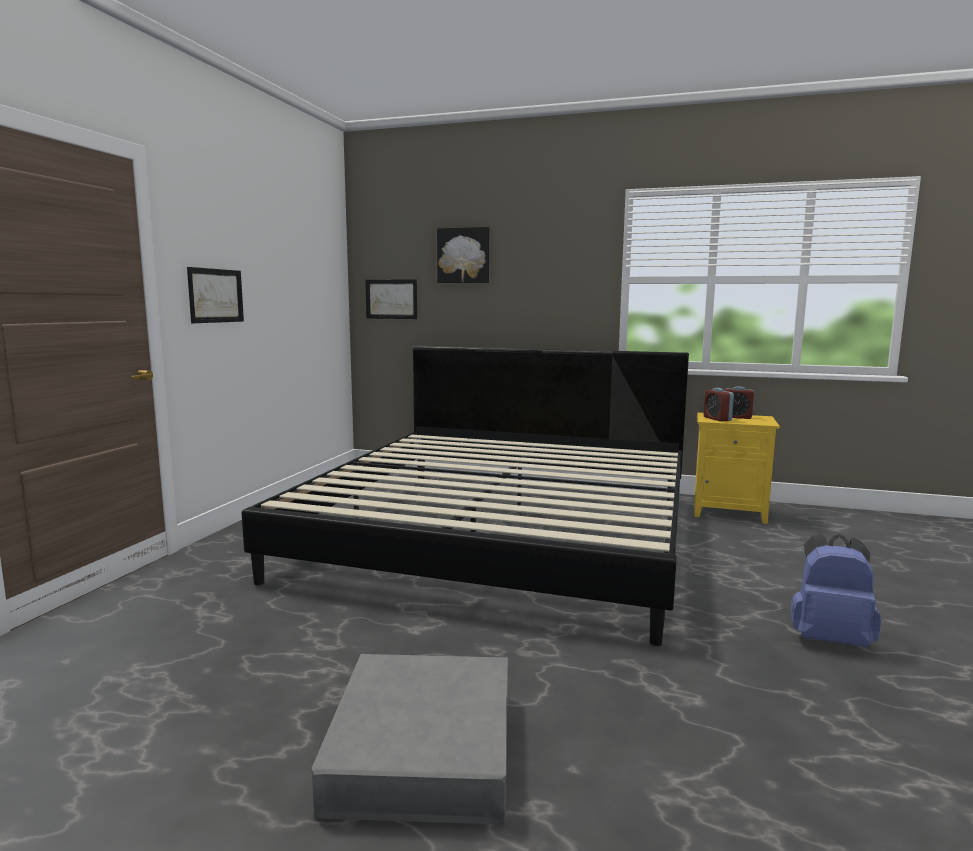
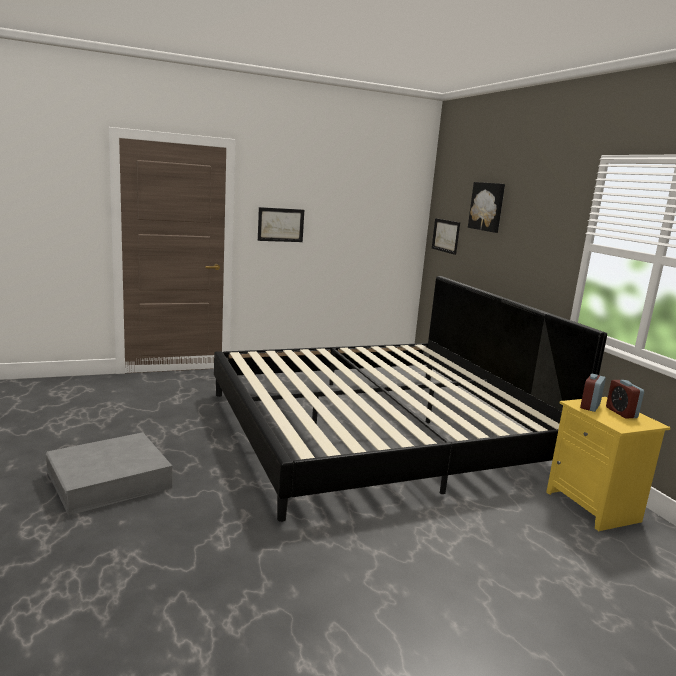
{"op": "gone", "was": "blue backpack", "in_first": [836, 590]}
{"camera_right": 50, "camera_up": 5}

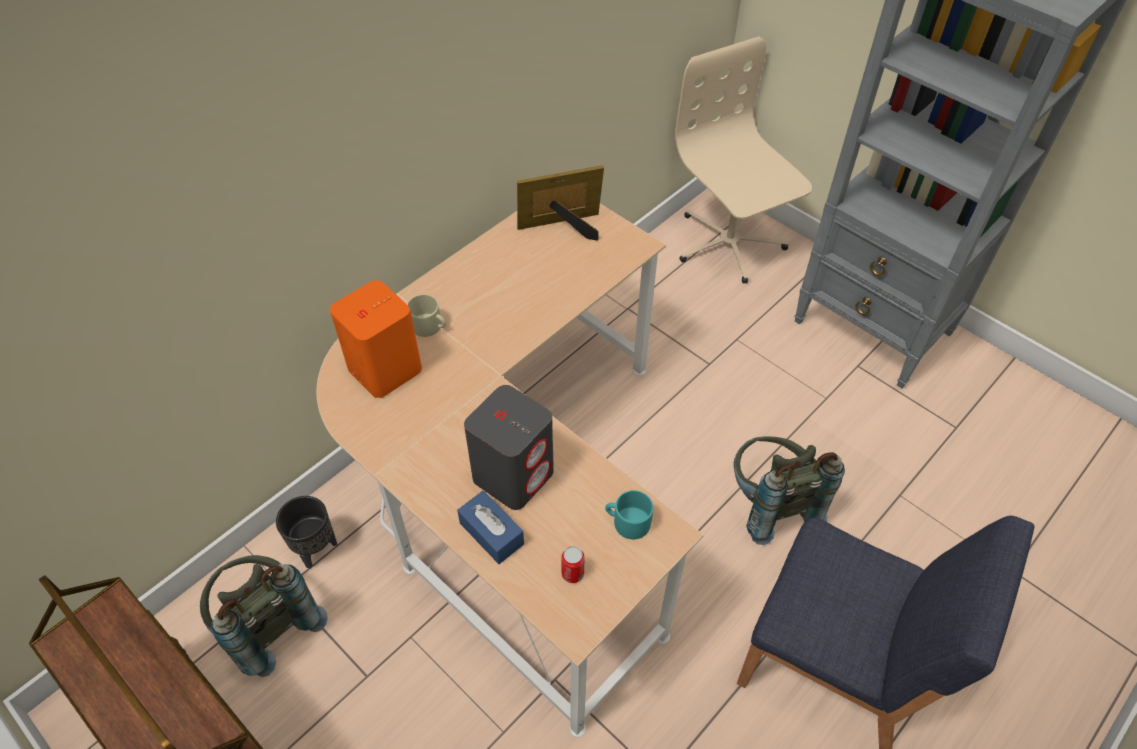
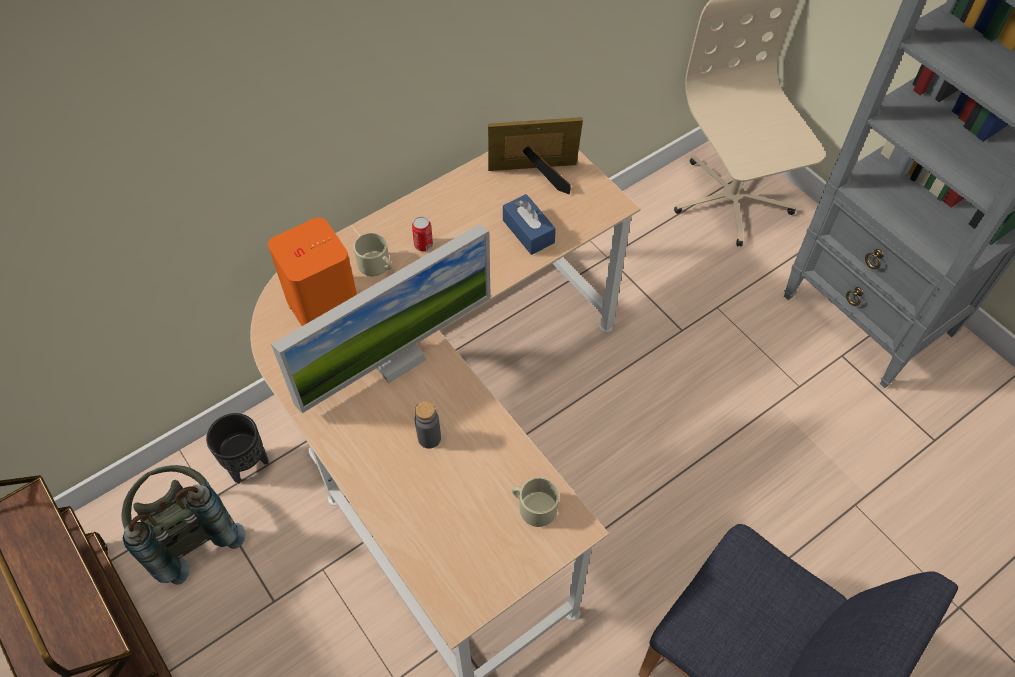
{"op": "swapped", "was": "grey speaker", "now": "grey bottle", "in_first": [509, 447], "in_second": [428, 425]}
{"op": "gone", "was": "grey backpack", "in_first": [789, 490]}
{"op": "repainted", "was": "turquoise mug", "now": "beige mug", "in_first": [629, 515], "in_second": [535, 502]}
{"op": "shifted", "was": "blue tissue box", "in_first": [490, 527], "in_second": [529, 224]}
{"op": "shifted", "was": "can", "in_first": [573, 564], "in_second": [422, 233]}
{"op": "new", "now": "monitor", "in_second": [381, 318]}
{"camera_right": 10, "camera_up": 5}

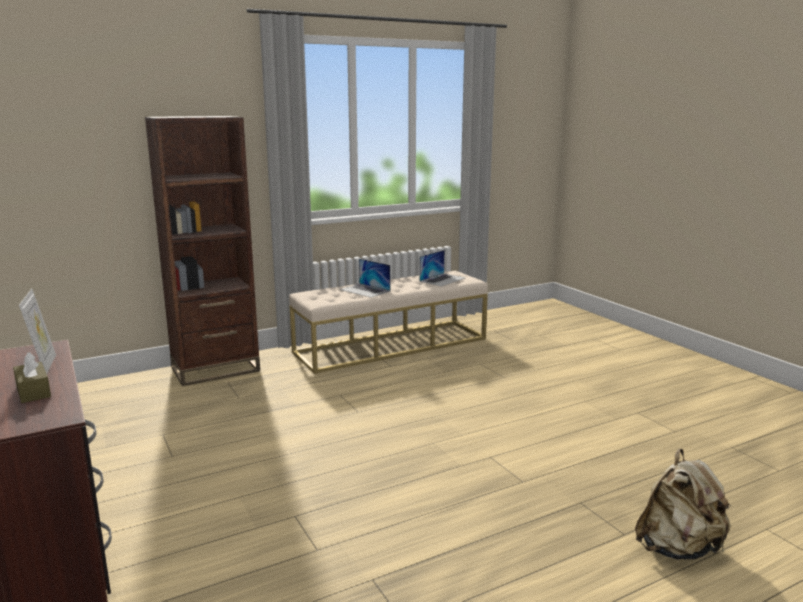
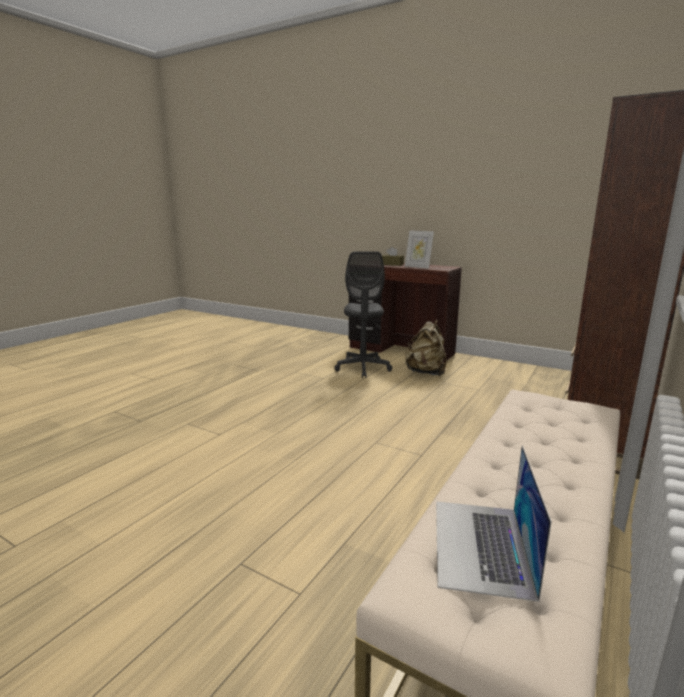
{"op": "gone", "was": "laptop", "in_first": [365, 278]}
{"op": "shifted", "was": "beige backpack", "in_first": [683, 504], "in_second": [426, 348]}
{"op": "new", "now": "grey office chair", "in_second": [363, 315]}
{"camera_right": 150, "camera_up": 0}

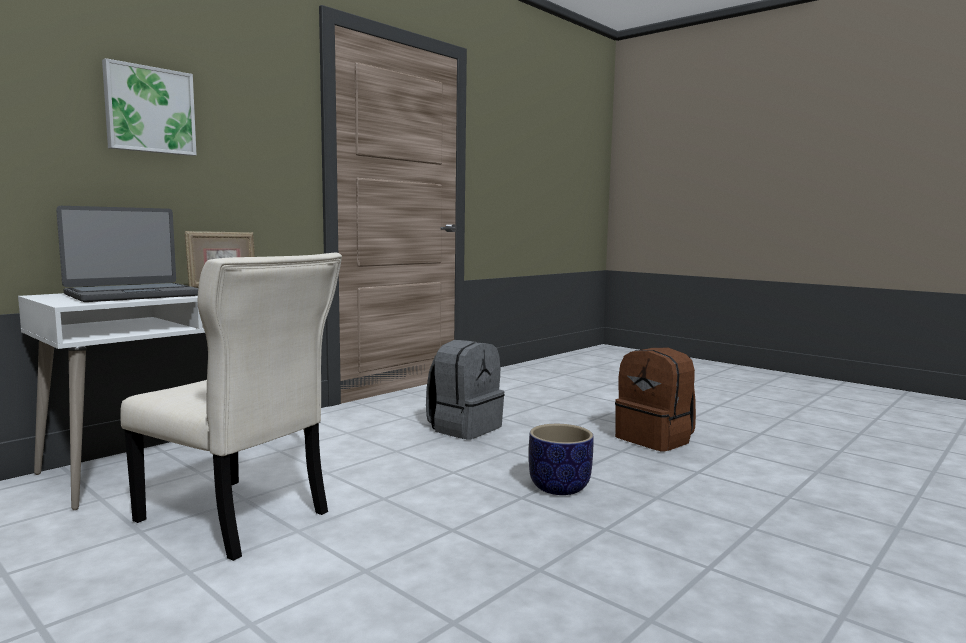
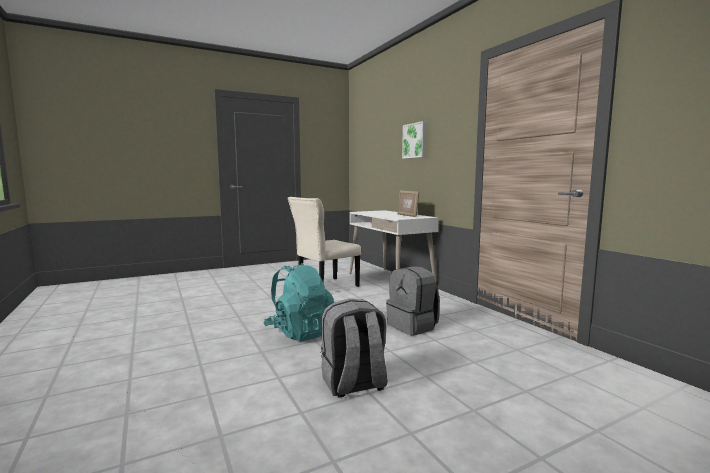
{"op": "gone", "was": "laptop", "in_first": [127, 254]}
{"op": "repainted", "was": "brown backpack", "now": "grey backpack", "in_first": [655, 399], "in_second": [354, 348]}
{"op": "swapped", "was": "planter", "now": "turquoise backpack", "in_first": [561, 459], "in_second": [298, 302]}
{"camera_right": 110, "camera_up": 0}

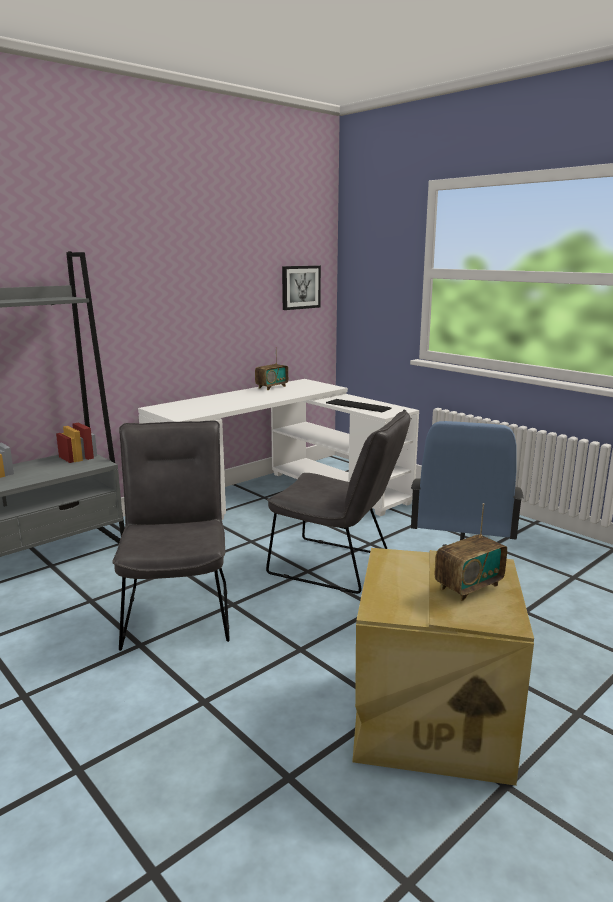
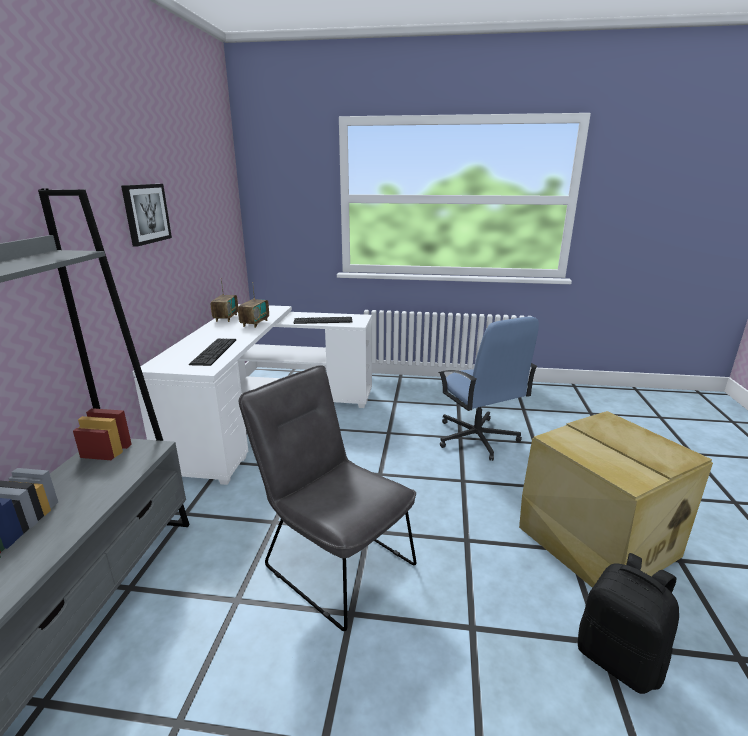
{"op": "shifted", "was": "picture", "in_first": [301, 288], "in_second": [146, 215]}
{"op": "gone", "was": "grey chair", "in_first": [338, 502]}
{"op": "shifted", "was": "radio", "in_first": [471, 552], "in_second": [253, 305]}
{"op": "new", "now": "keyboard", "in_second": [212, 352]}
{"op": "new", "now": "black backpack", "in_second": [628, 623]}
{"camera_right": -40, "camera_up": 5}

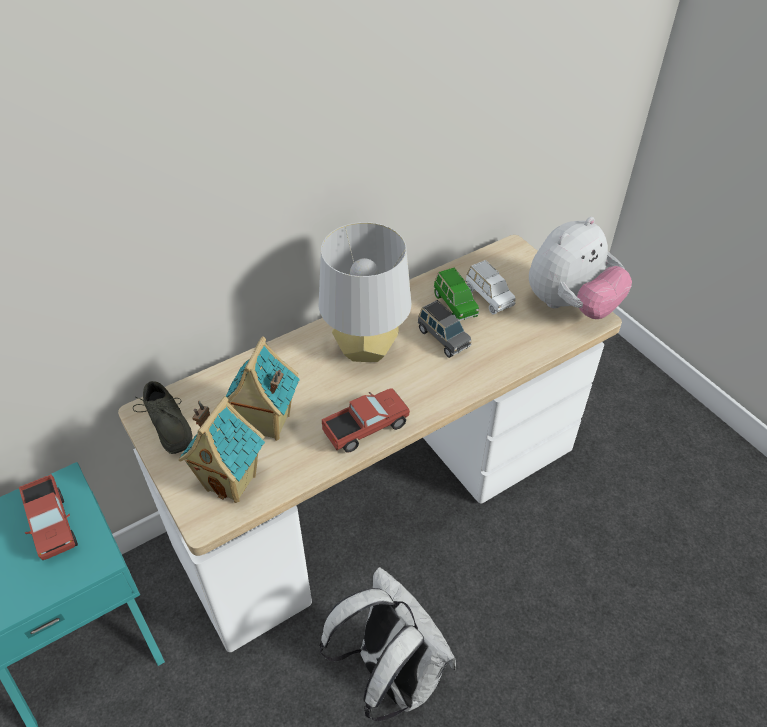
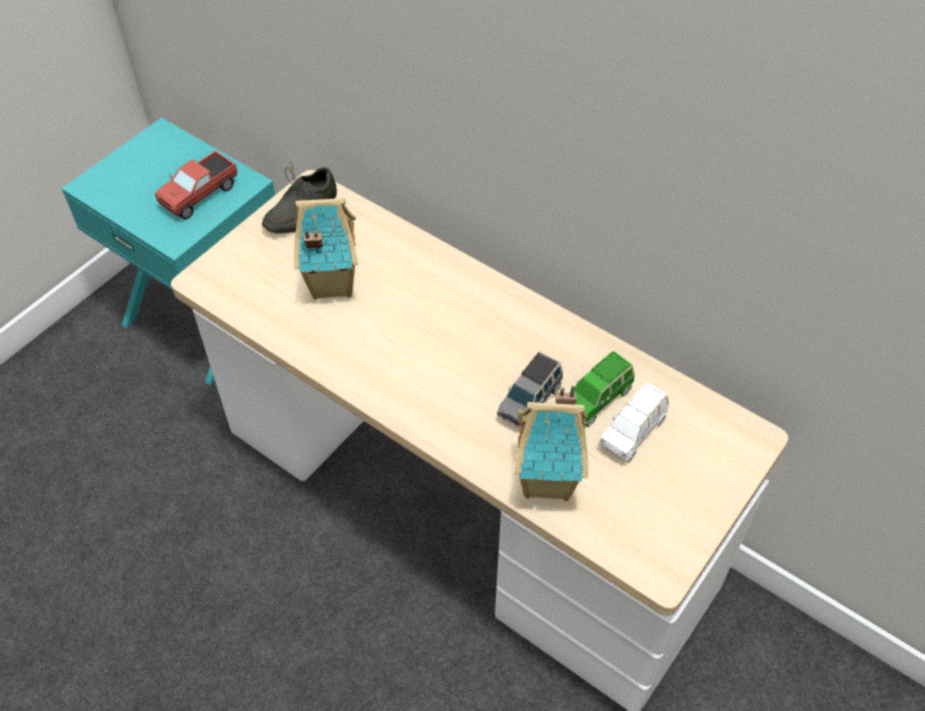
{"op": "gone", "was": "plush toy", "in_first": [580, 268]}
{"op": "gone", "was": "grey table lamp", "in_first": [365, 292]}
{"op": "gone", "was": "toy truck", "in_first": [366, 421]}
{"op": "shifted", "was": "toy house", "in_first": [222, 449], "in_second": [551, 443]}
{"op": "gone", "was": "white backpack", "in_first": [387, 644]}
{"camera_right": 70, "camera_up": 5}

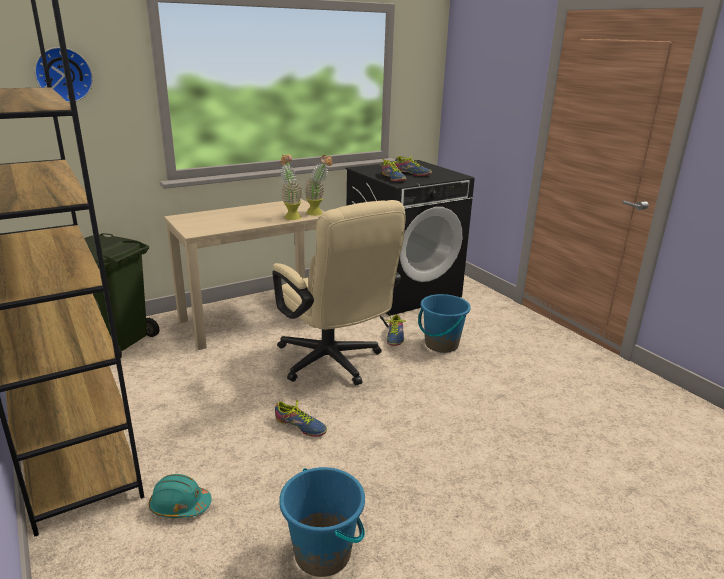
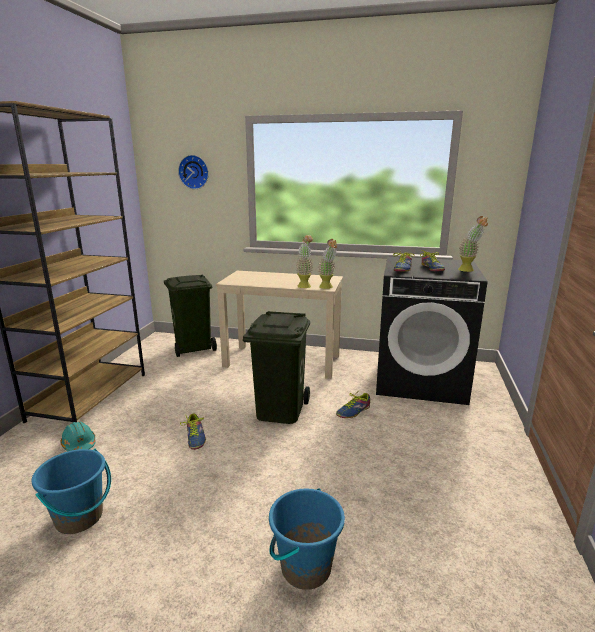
{"op": "swapped", "was": "beige office chair", "now": "green trash can", "in_first": [339, 292], "in_second": [276, 367]}
{"op": "shifted", "was": "blue bucket", "in_first": [444, 323], "in_second": [307, 539]}
{"op": "new", "now": "potted plant", "in_second": [473, 244]}
{"camera_right": 45, "camera_up": -5}

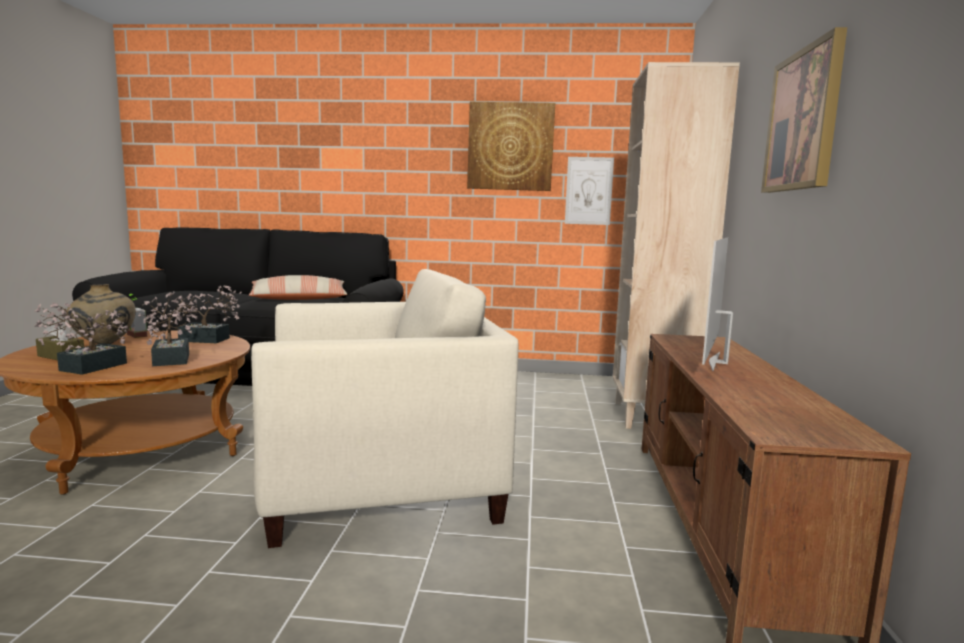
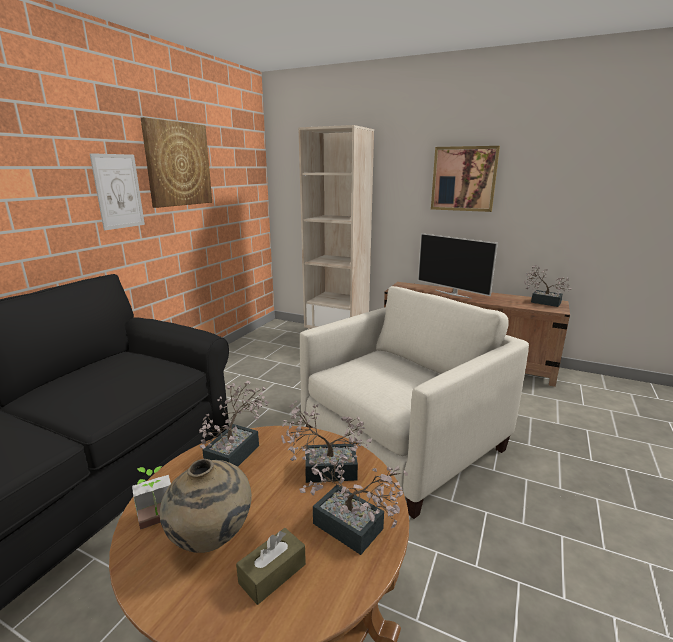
{"op": "shifted", "was": "picture", "in_first": [589, 191], "in_second": [117, 191]}
{"op": "rotated", "was": "beige armchair", "in_first": [384, 408], "in_second": [414, 402], "clockwise": 45}
{"op": "gone", "was": "pillow", "in_first": [298, 287]}
{"op": "new", "now": "potted plant", "in_second": [548, 286]}
{"camera_right": -70, "camera_up": 10}

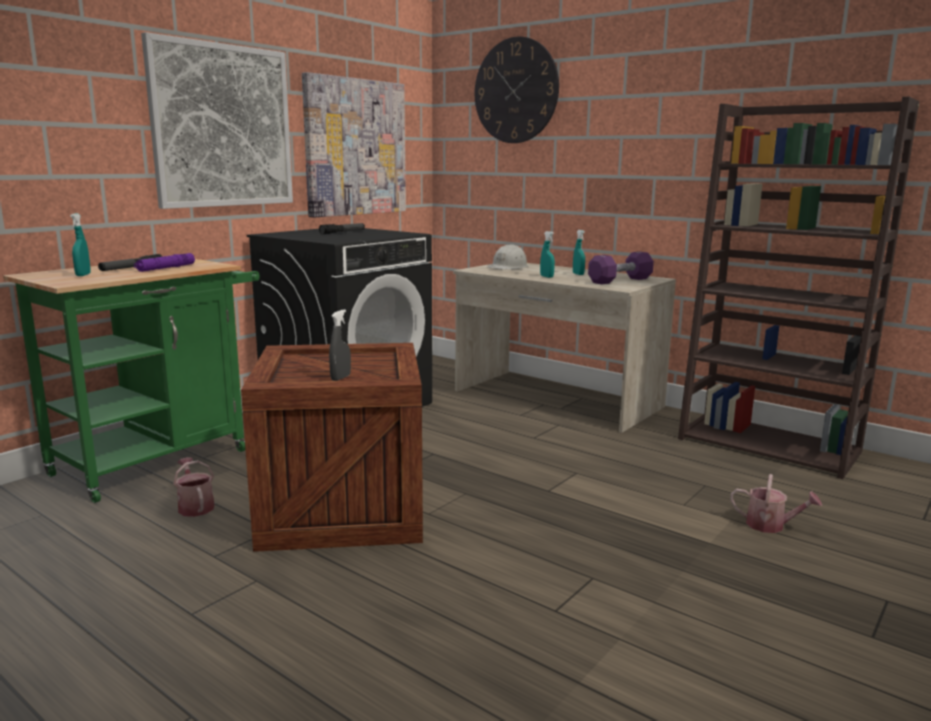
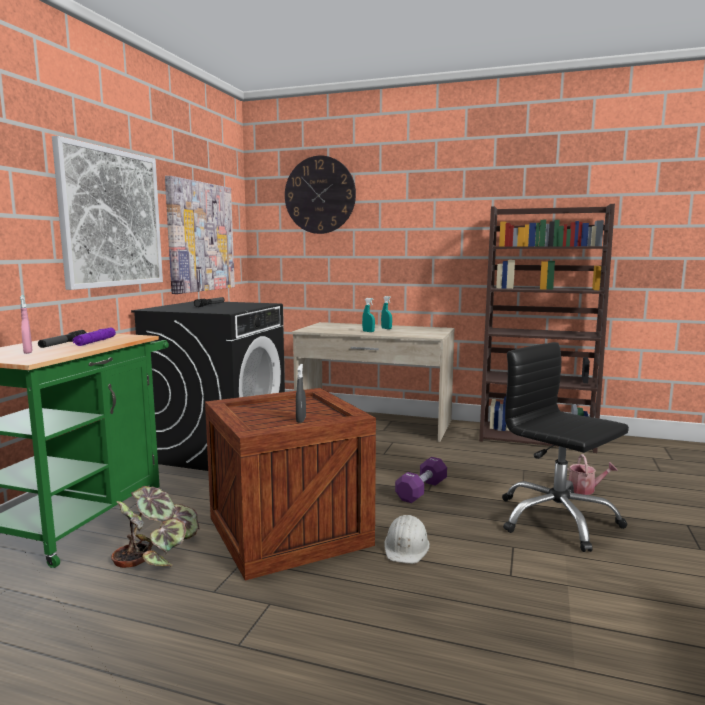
{"op": "repainted", "was": "turquoise spray bottle", "now": "pink spray bottle", "in_first": [80, 244], "in_second": [26, 324]}
{"op": "shifted", "was": "white hard hat", "in_first": [508, 257], "in_second": [407, 539]}
{"op": "shifted", "was": "purple dumbbell", "in_first": [621, 268], "in_second": [421, 480]}
{"op": "swapped", "was": "watering can", "now": "potted plant", "in_first": [193, 487], "in_second": [155, 527]}
{"op": "new", "now": "black office chair", "in_second": [565, 447]}
{"camera_right": -20, "camera_up": -5}

